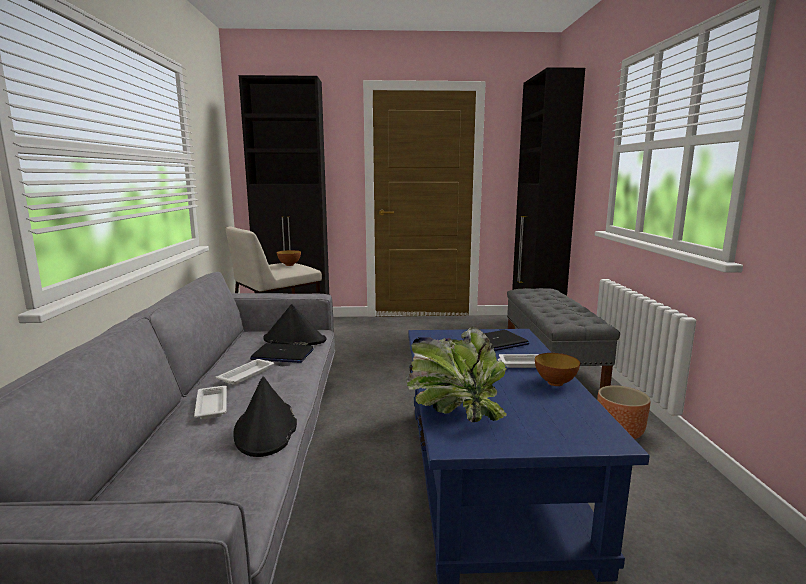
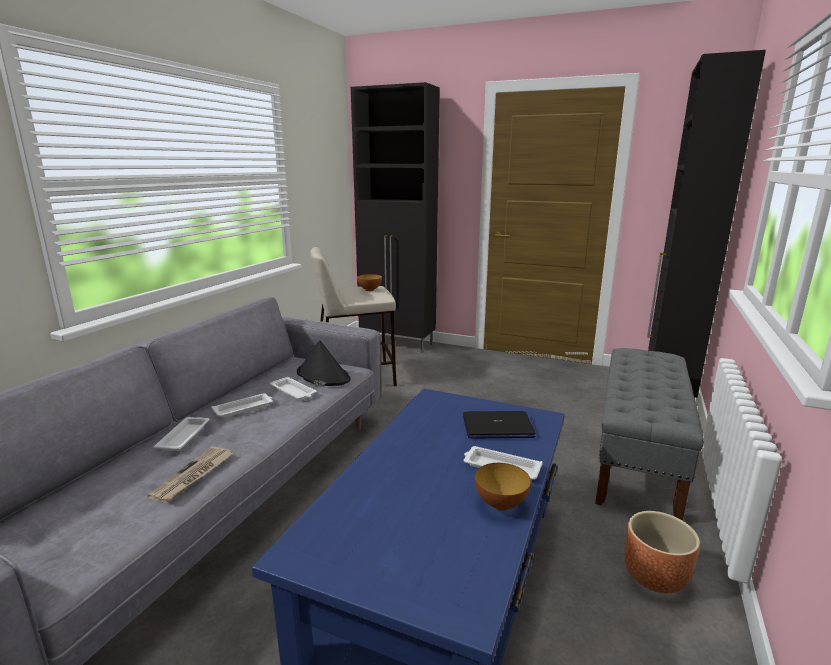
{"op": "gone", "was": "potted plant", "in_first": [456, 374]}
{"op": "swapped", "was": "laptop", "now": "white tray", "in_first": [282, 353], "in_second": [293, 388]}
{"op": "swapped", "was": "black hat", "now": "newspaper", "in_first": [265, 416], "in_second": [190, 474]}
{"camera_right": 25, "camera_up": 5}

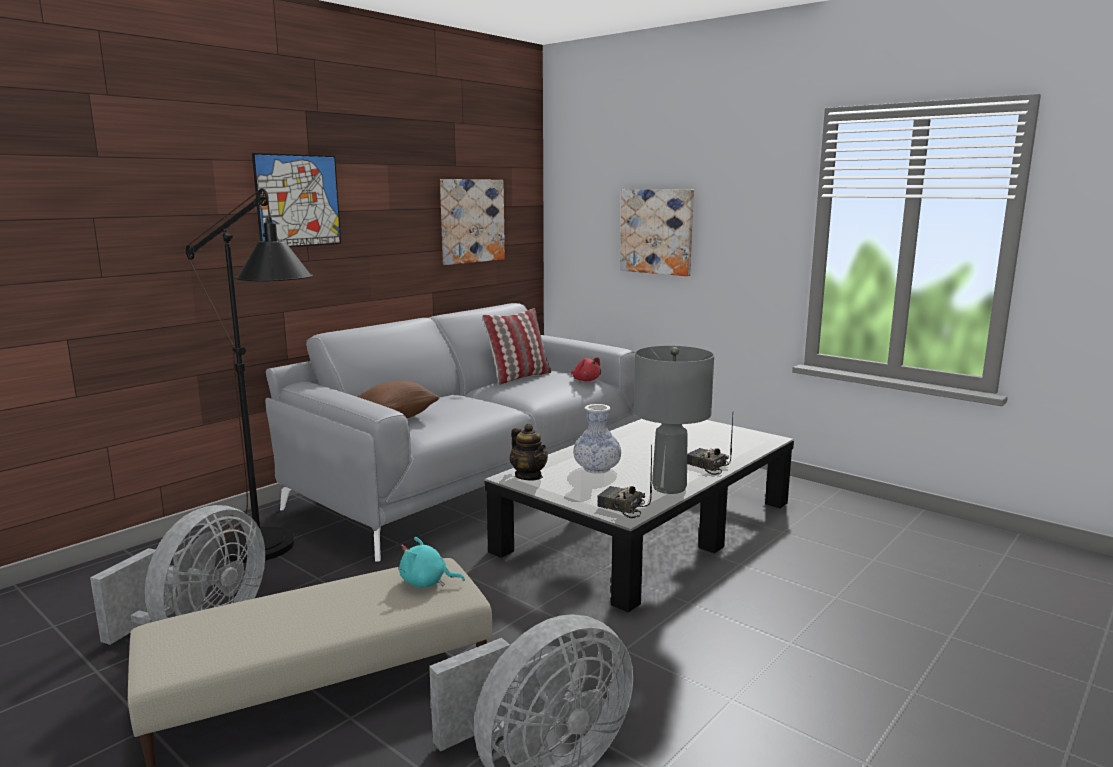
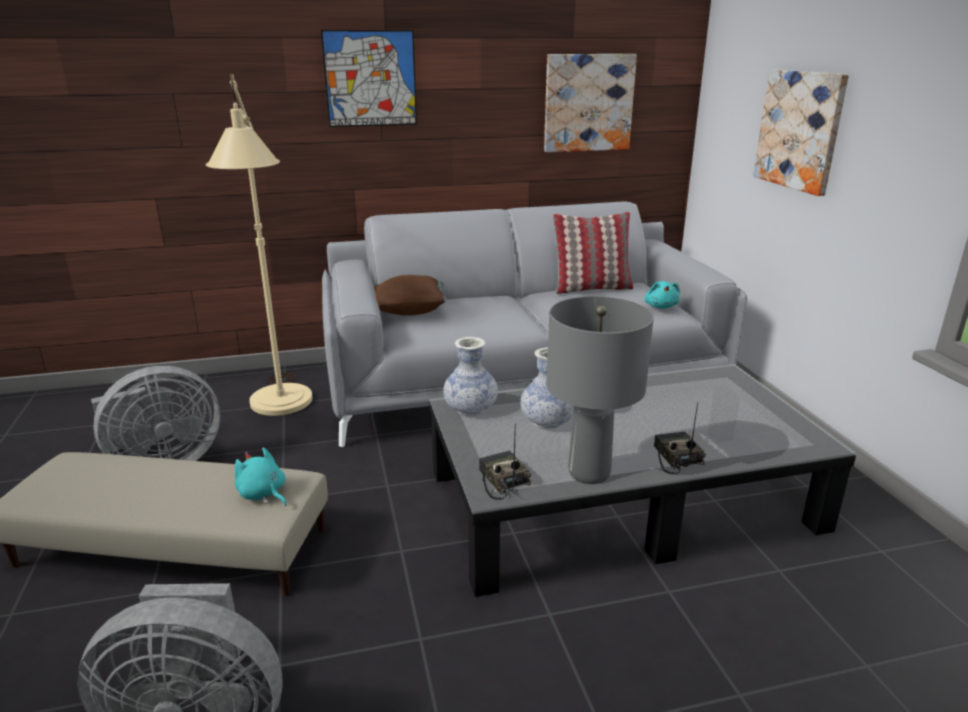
{"op": "repainted", "was": "black floor lamp", "now": "beige floor lamp", "in_first": [249, 375], "in_second": [259, 244]}
{"op": "repainted", "was": "red plush toy", "now": "turquoise plush toy", "in_first": [586, 369], "in_second": [662, 295]}
{"op": "swapped", "was": "teapot", "now": "vase", "in_first": [529, 452], "in_second": [470, 376]}
{"camera_right": 35, "camera_up": 10}

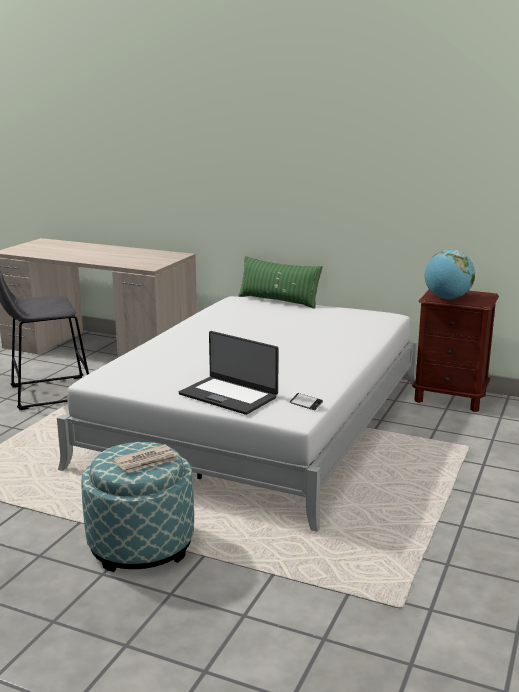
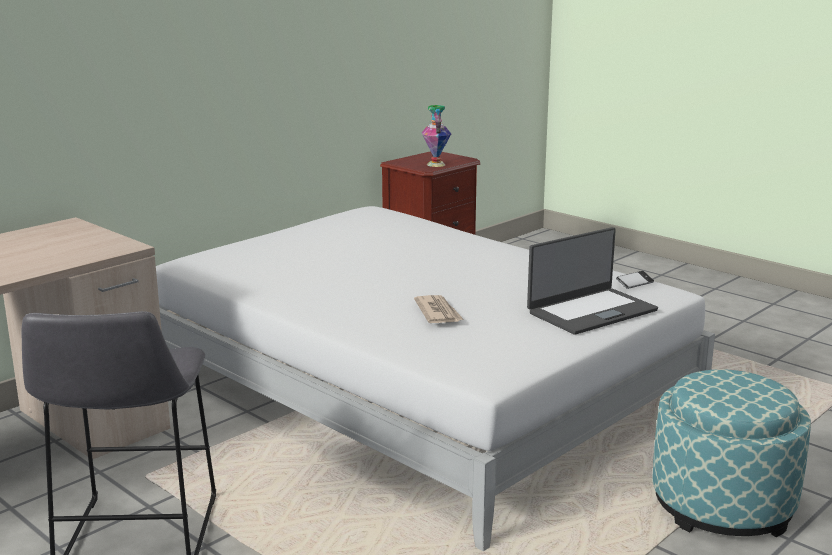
{"op": "swapped", "was": "globe", "now": "vase", "in_first": [449, 274], "in_second": [436, 136]}
{"op": "gone", "was": "green pillow", "in_first": [280, 282]}
{"op": "shifted", "was": "newspaper", "in_first": [146, 458], "in_second": [439, 309]}
{"camera_right": -70, "camera_up": 0}

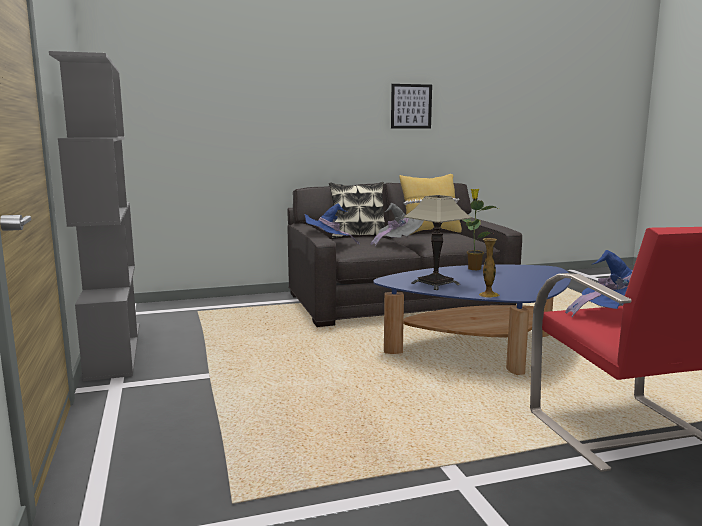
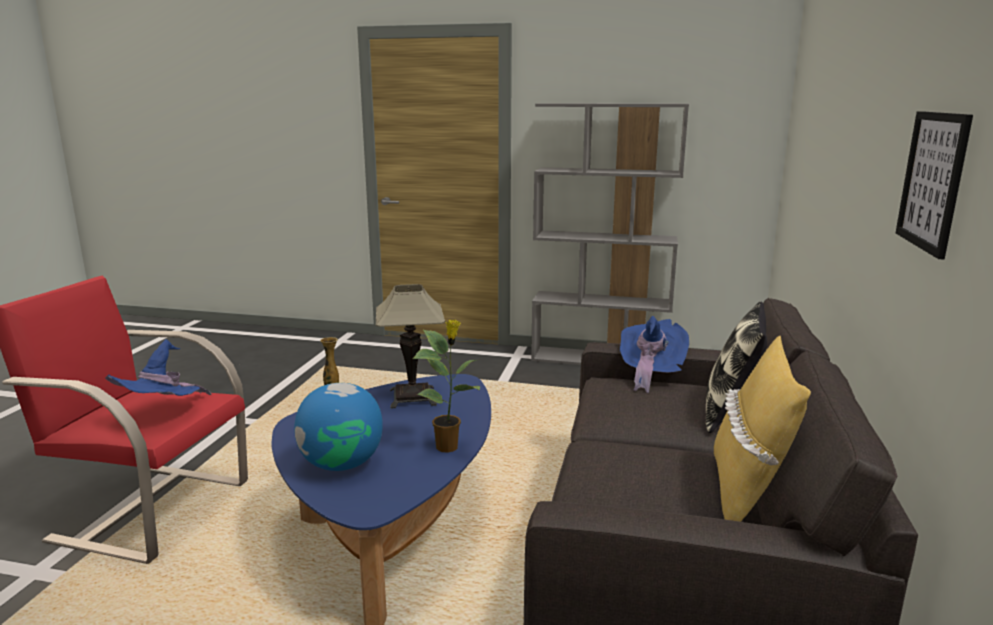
{"op": "gone", "was": "grey hat", "in_first": [397, 224]}
{"op": "new", "now": "globe", "in_second": [338, 427]}
{"camera_right": 120, "camera_up": 5}

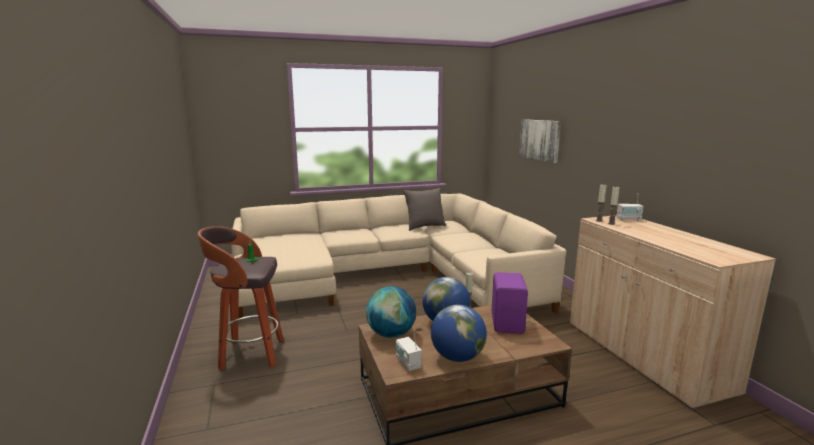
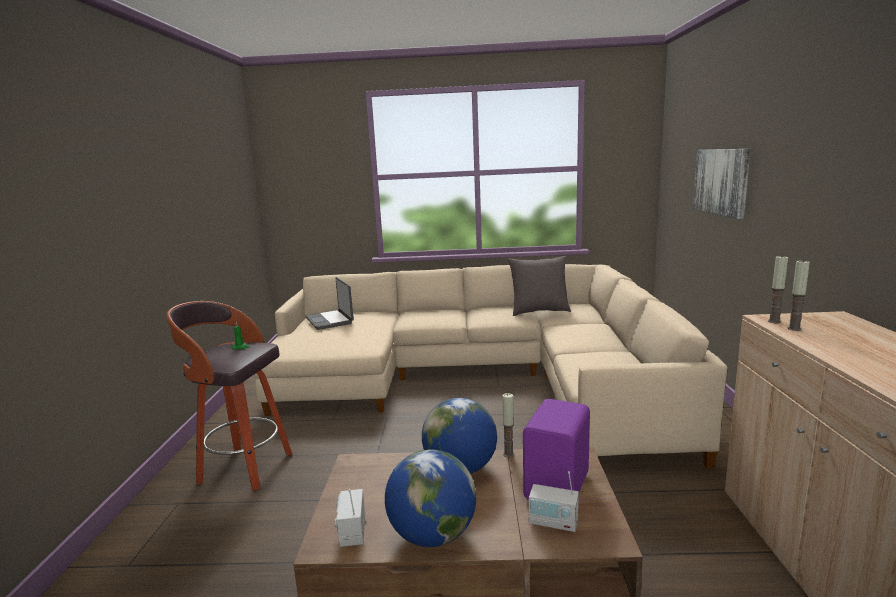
{"op": "shifted", "was": "radio", "in_first": [630, 207], "in_second": [554, 501]}
{"op": "gone", "was": "globe", "in_first": [391, 312]}
{"op": "new", "now": "laptop", "in_second": [329, 303]}
{"camera_right": 20, "camera_up": 0}

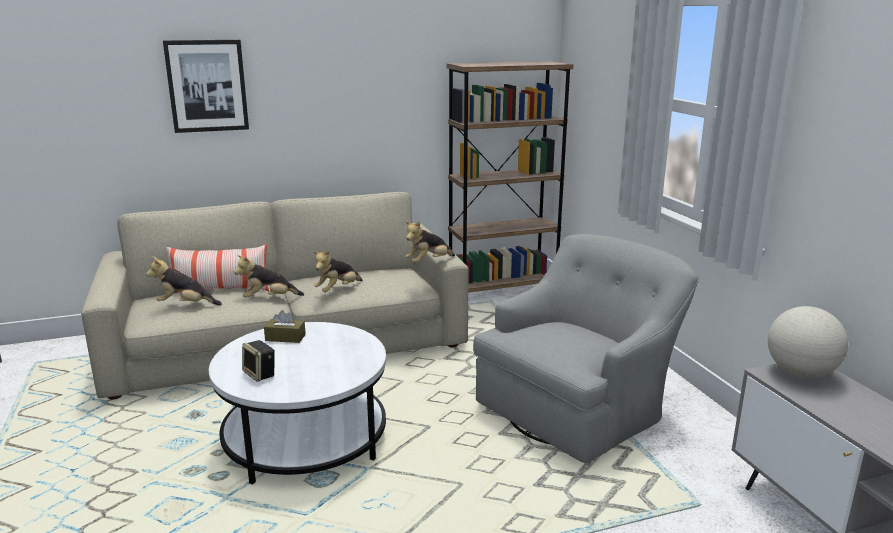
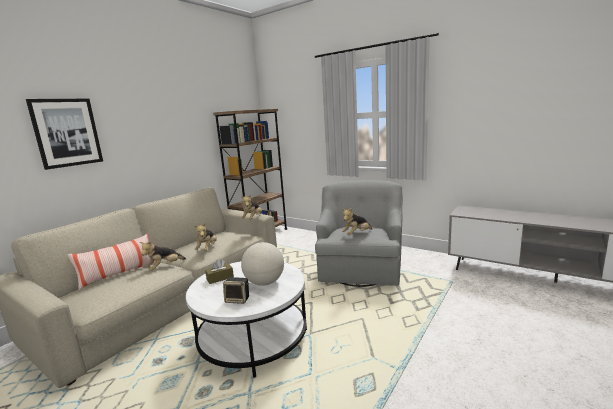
{"op": "shifted", "was": "plush toy", "in_first": [184, 281], "in_second": [357, 221]}
{"op": "shifted", "was": "globe", "in_first": [808, 342], "in_second": [262, 264]}
{"camera_right": -35, "camera_up": -5}

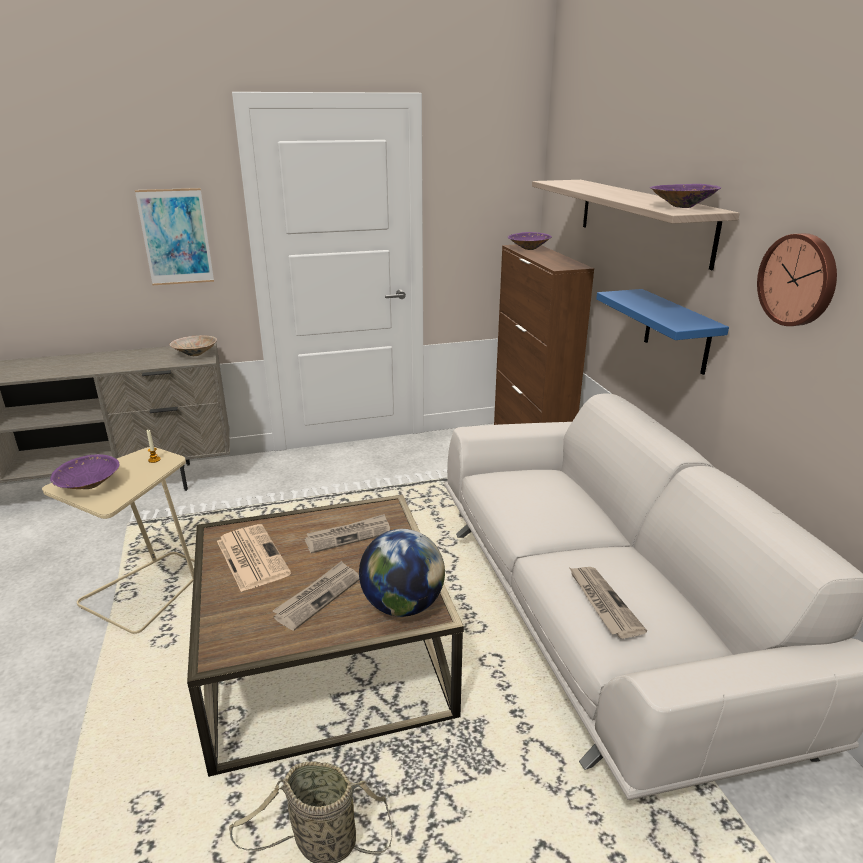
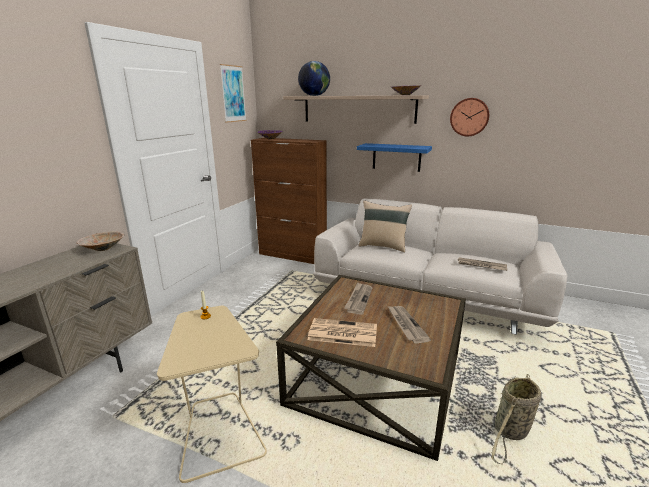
{"op": "shifted", "was": "picture", "in_first": [174, 236], "in_second": [233, 93]}
{"op": "gone", "was": "purple bowl", "in_first": [85, 471]}
{"op": "shifted", "was": "globe", "in_first": [402, 573], "in_second": [314, 78]}
{"op": "new", "now": "beige pillow", "in_second": [385, 226]}
{"camera_right": -50, "camera_up": -5}

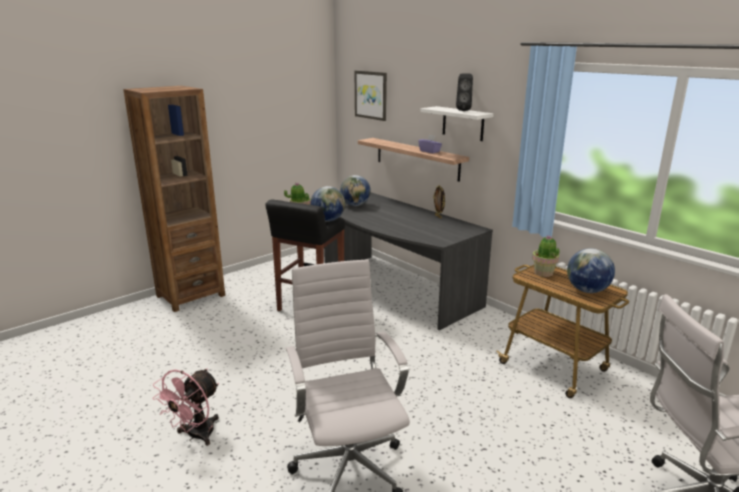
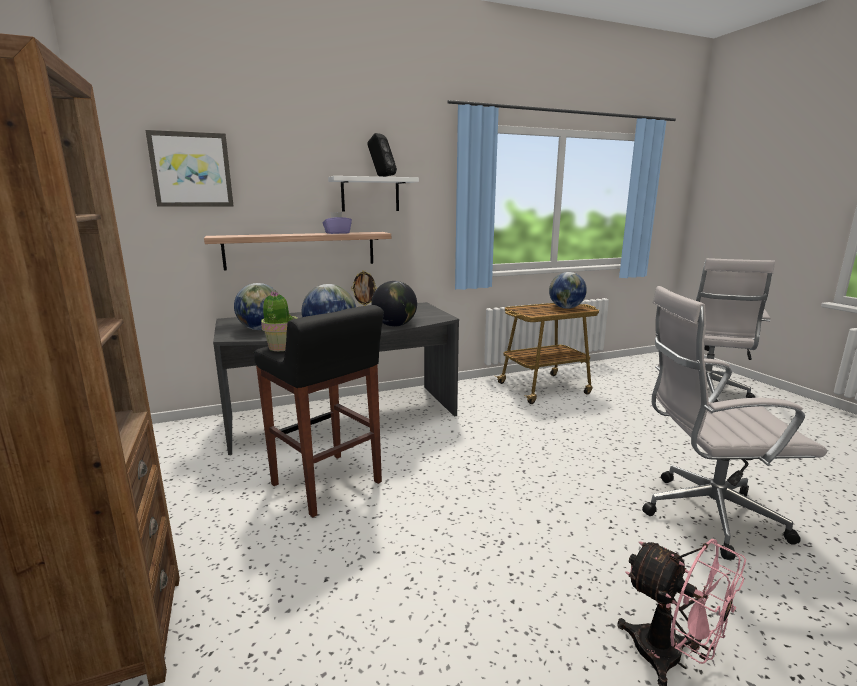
{"op": "gone", "was": "potted plant", "in_first": [546, 256]}
{"op": "new", "now": "globe", "in_second": [394, 304]}
{"camera_right": -70, "camera_up": -5}

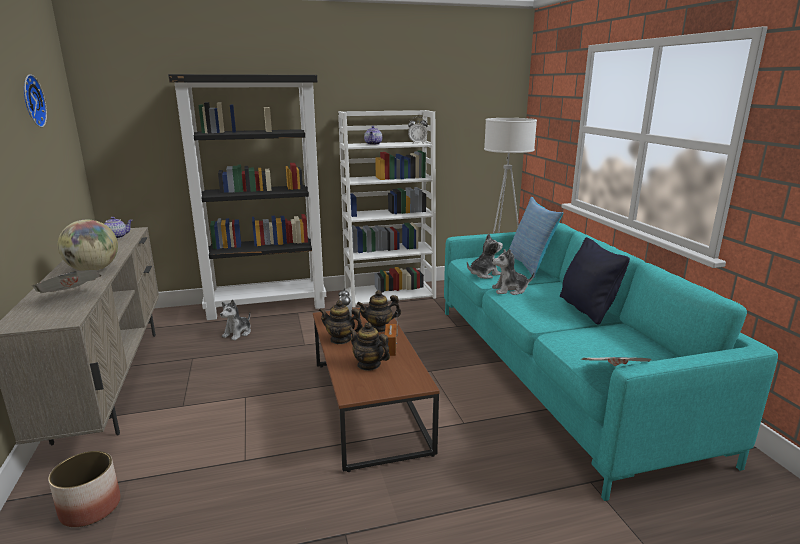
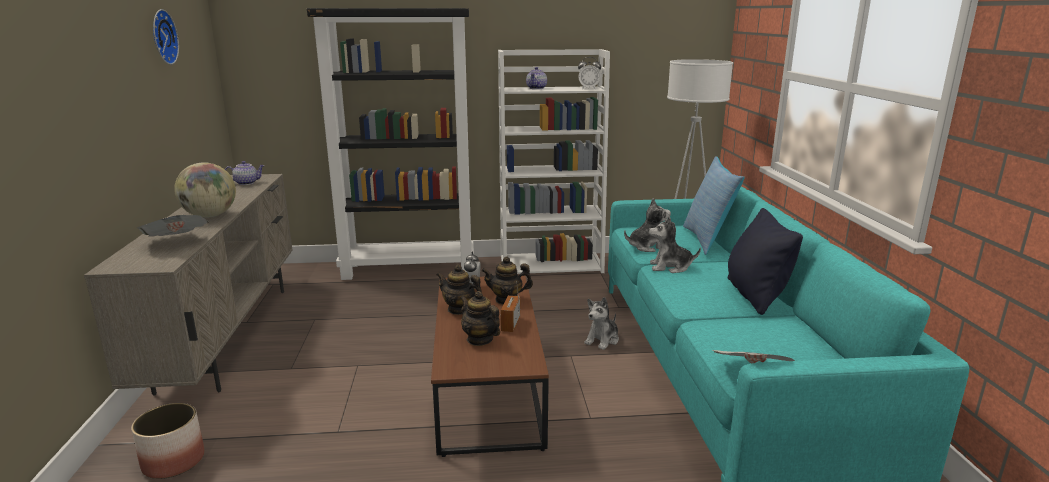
{"op": "shifted", "was": "plush toy", "in_first": [235, 320], "in_second": [601, 323]}
{"camera_right": 10, "camera_up": 0}

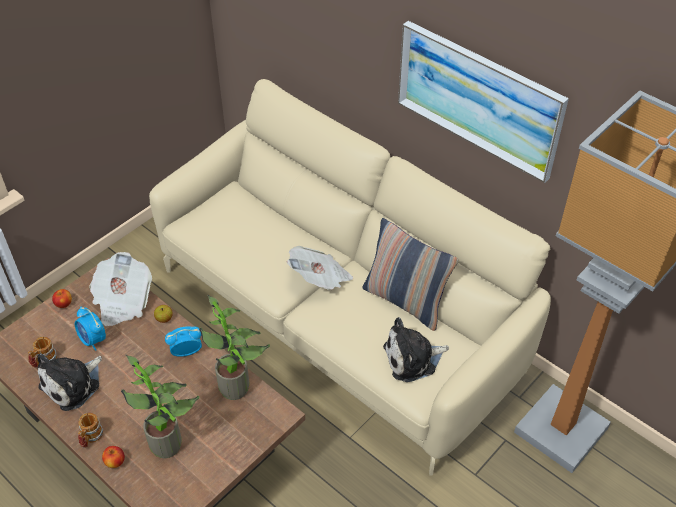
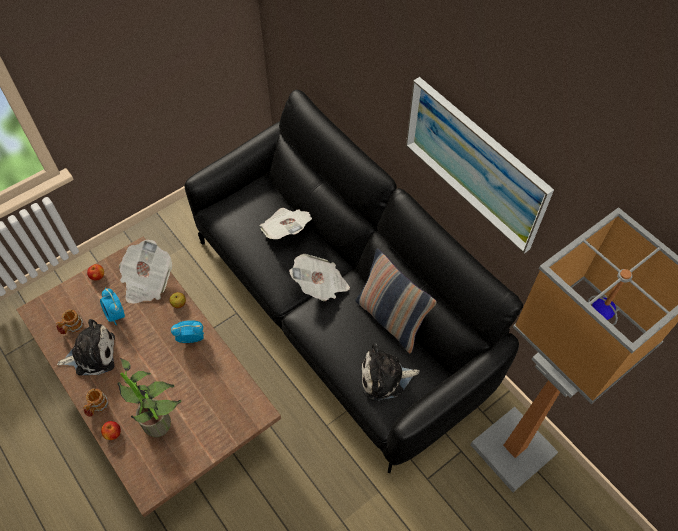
{"op": "repainted", "was": "beige sofa", "now": "black sofa", "in_first": [350, 277], "in_second": [354, 281]}
{"op": "gone", "was": "potted plant", "in_first": [234, 347]}
{"op": "rotated", "was": "plush toy", "in_first": [69, 382], "in_second": [86, 347], "clockwise": -150}
{"op": "new", "now": "newspaper", "in_second": [285, 223]}
{"camera_right": 10, "camera_up": 10}

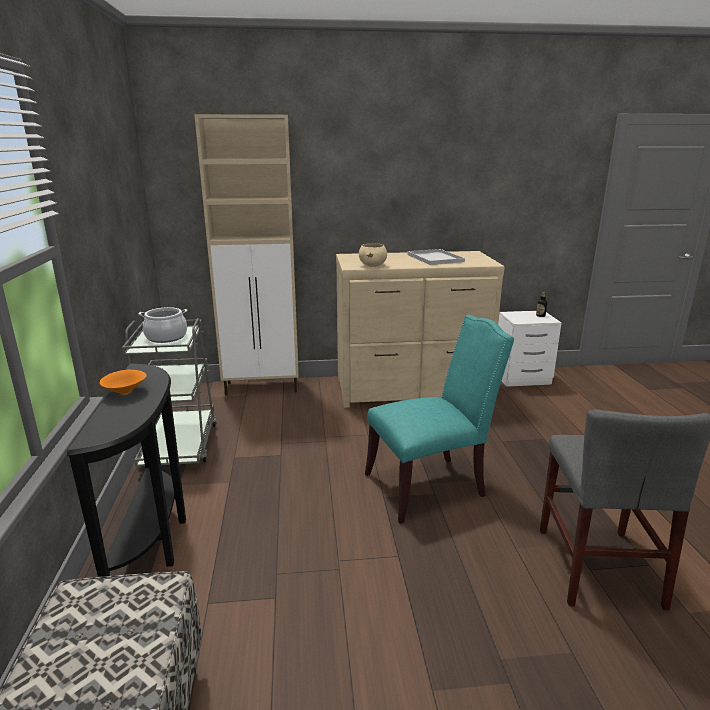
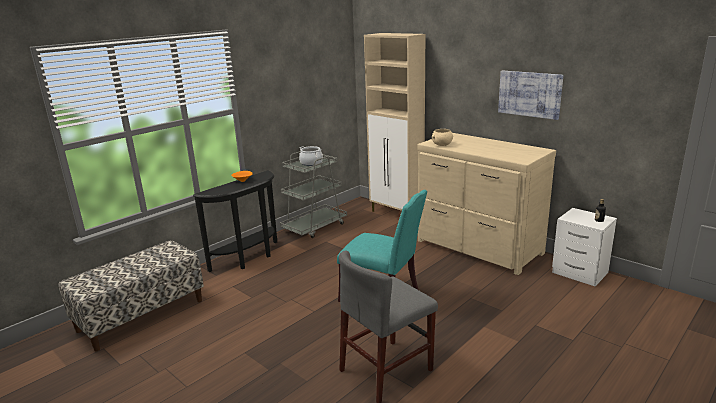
{"op": "gone", "was": "white tray", "in_first": [436, 257]}
{"op": "new", "now": "picture", "in_second": [530, 95]}
{"camera_right": 50, "camera_up": 0}

